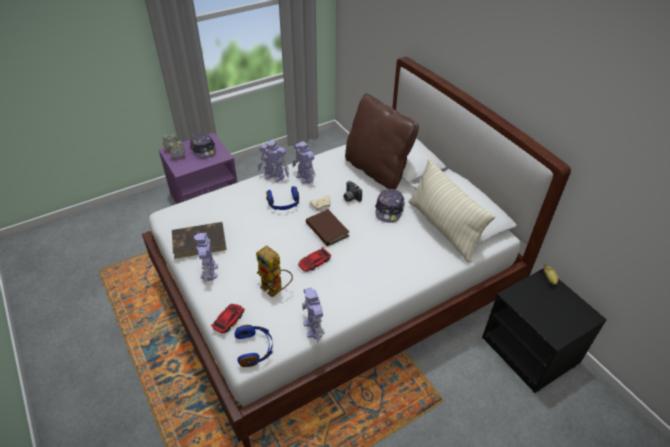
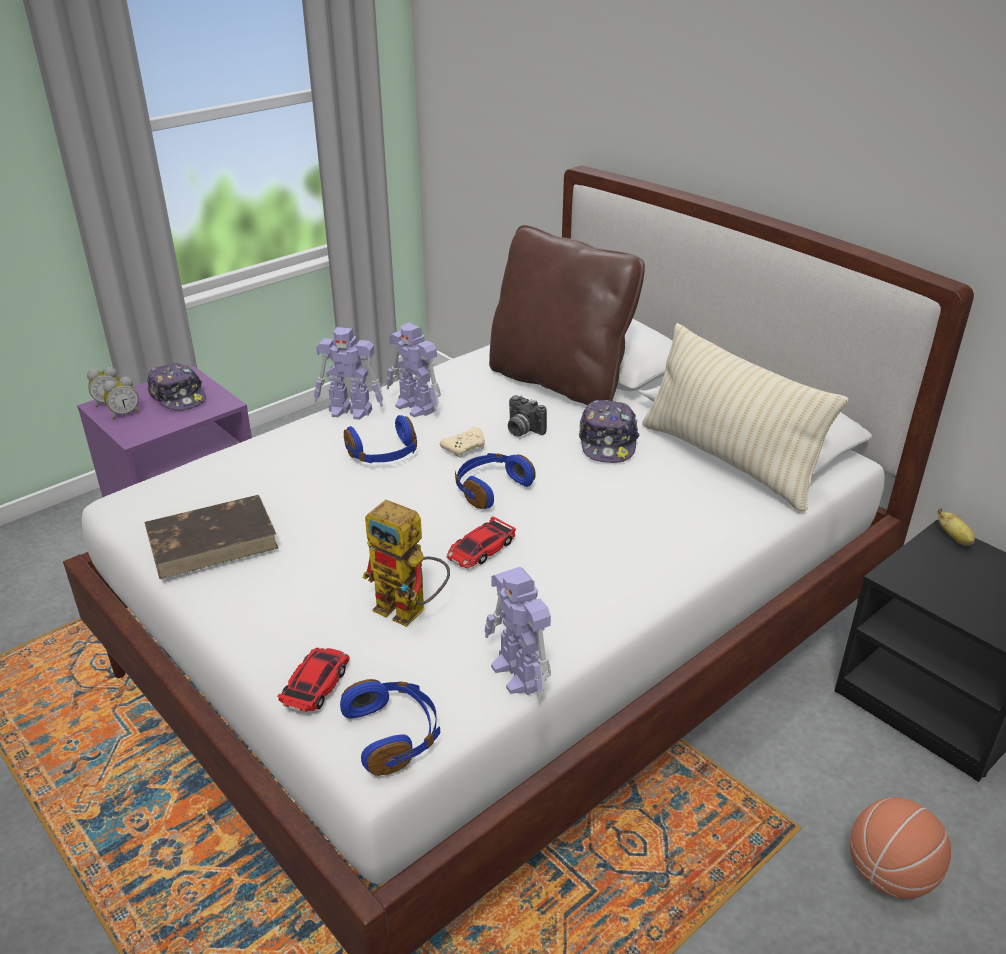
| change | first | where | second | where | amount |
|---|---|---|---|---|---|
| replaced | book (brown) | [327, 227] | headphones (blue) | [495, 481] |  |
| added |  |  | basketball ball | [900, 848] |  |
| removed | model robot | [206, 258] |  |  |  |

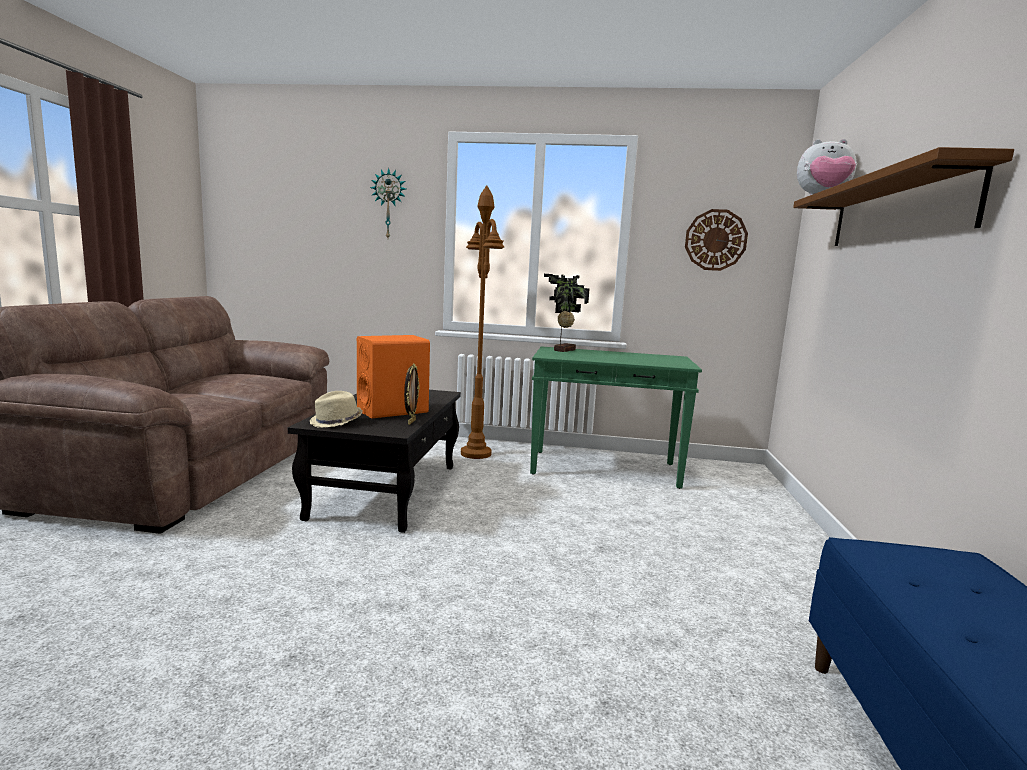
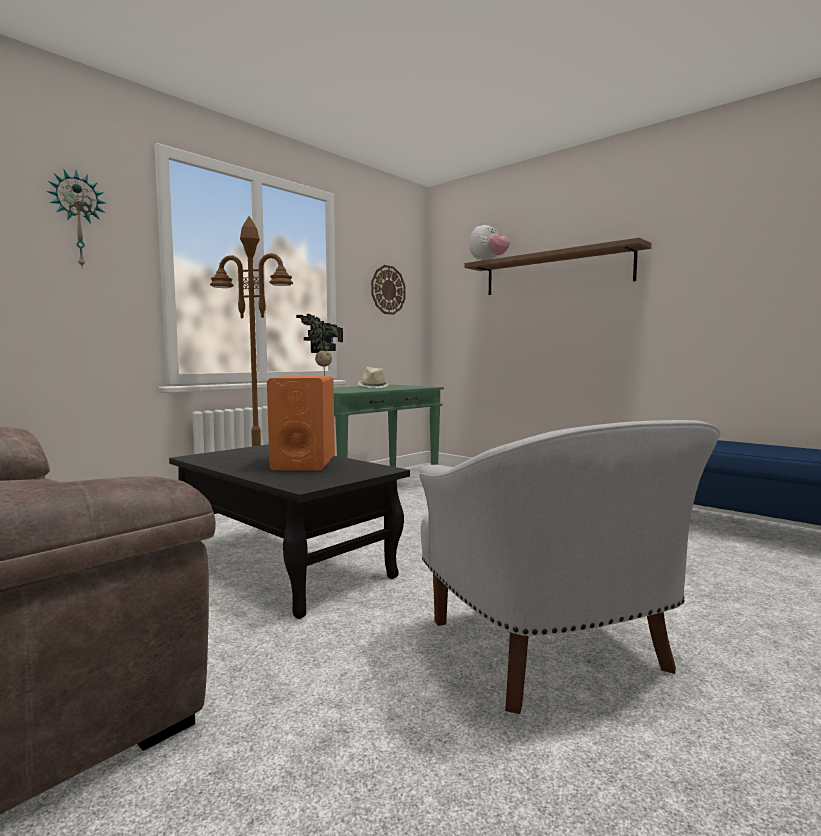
| change | first | where | second | where | amount |
|---|---|---|---|---|---|
| moved | wearable hat (beige) | [336, 409] |  | [373, 377] |  |
| added |  |  | easy chair (white-coloured) | [570, 567] |  |
| removed | standing frame | [412, 394] |  |  |  |

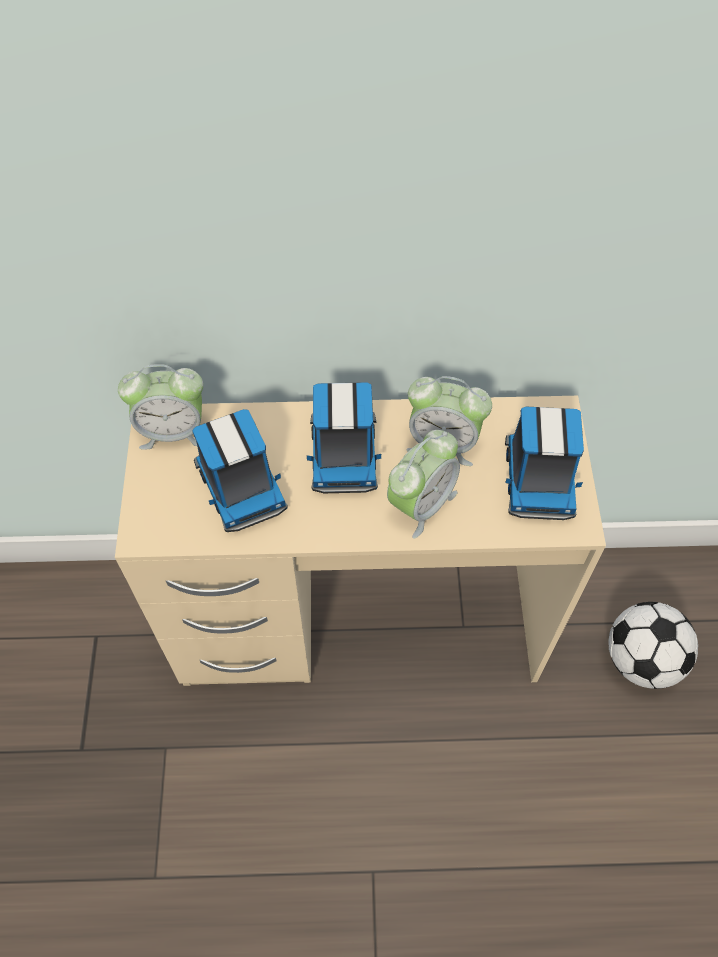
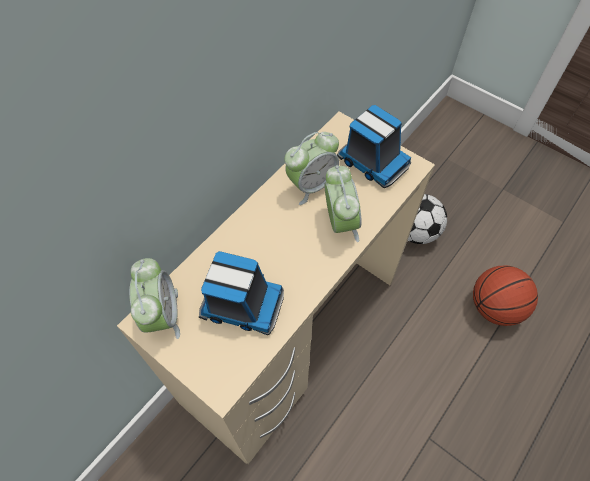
| change | first | where | second | where | amount |
|---|---|---|---|---|---|
| turned | alarm clock | [160, 407] |  | [154, 298] | 45 degrees counterclockwise |
| added |  |  | basketball ball | [505, 295] |  |
| removed | toy lorry | [344, 437] |  |  |  |

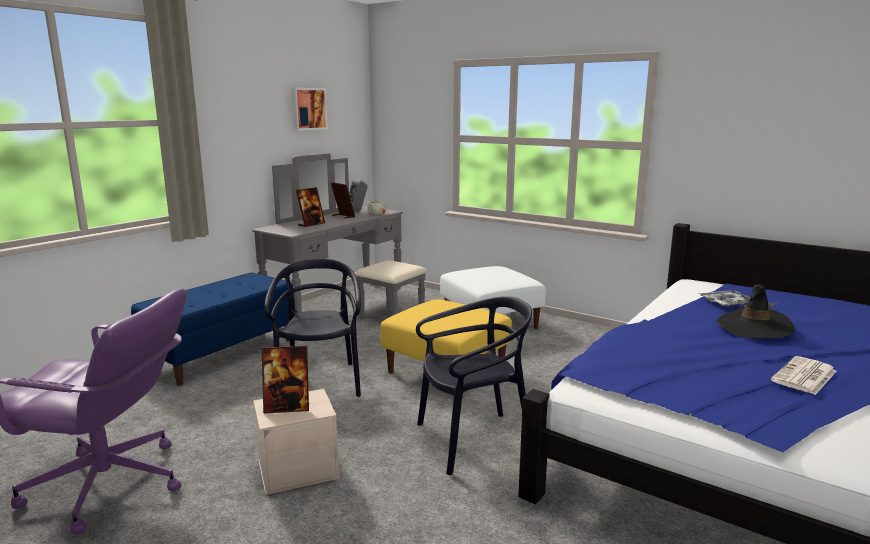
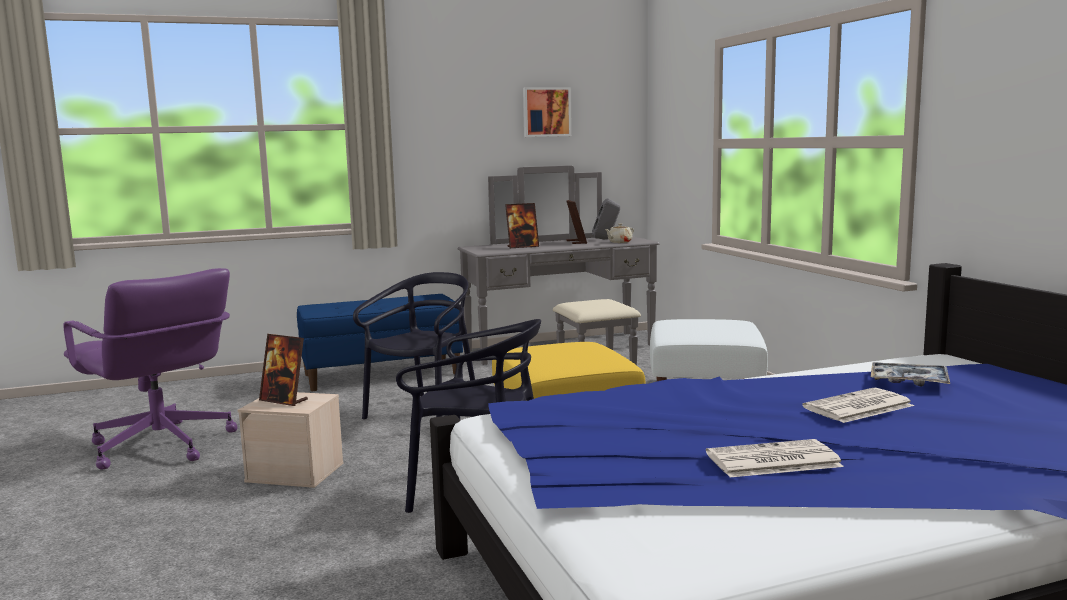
| change | first | where | second | where | amount |
|---|---|---|---|---|---|
| replaced | wearable hat (black-coloured) | [756, 311] | daily paper | [858, 405] |  |

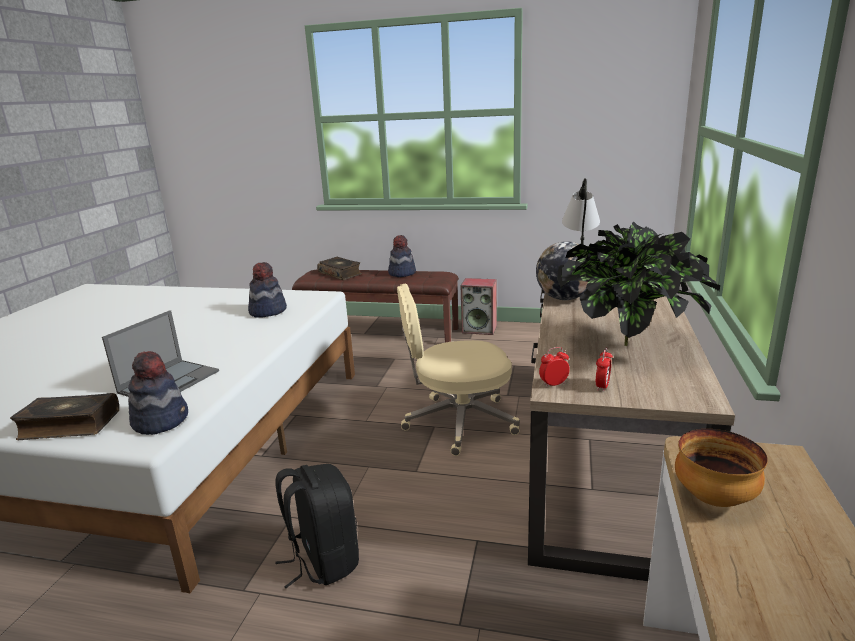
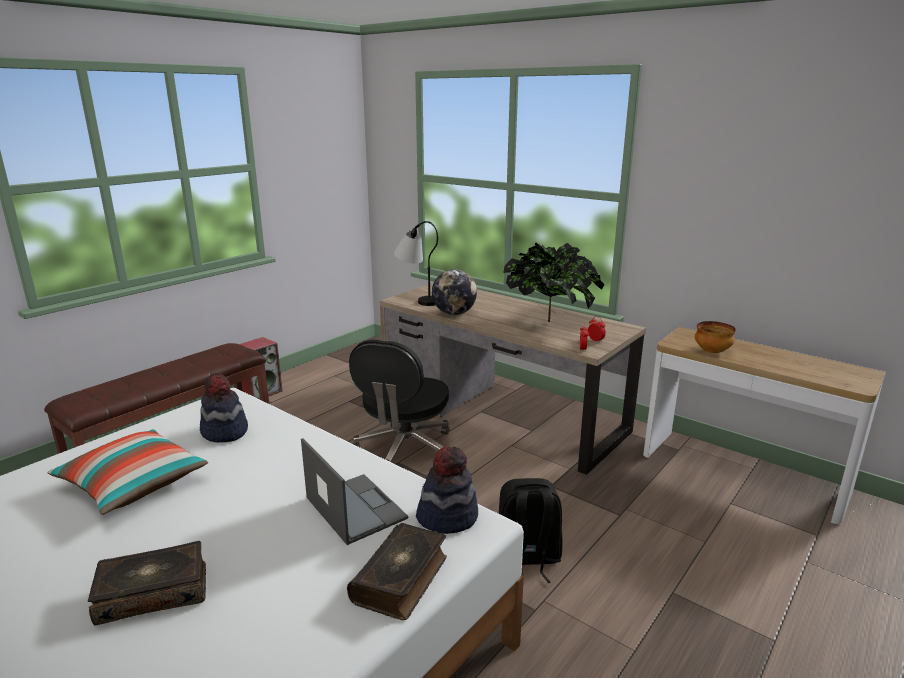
| change | first | where | second | where | amount |
|---|---|---|---|---|---|
| added |  |  | pillow | [127, 472] |  |
| moved | book | [339, 268] |  | [147, 583] |  |
| recoloured | office chair (beige) | [458, 369] | office chair (black-coloured) | [399, 401] |  |
| removed | wearable hat | [402, 256] |  |  |  |

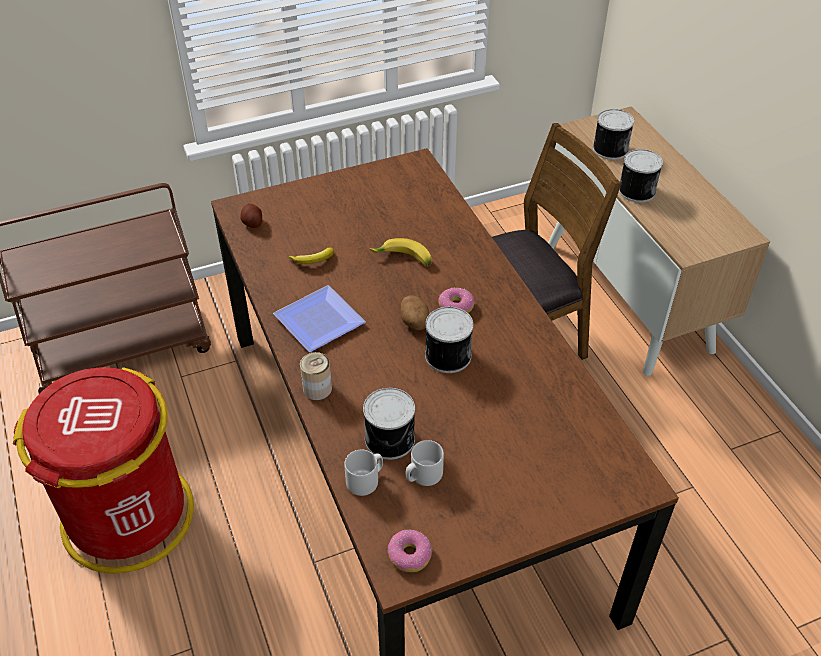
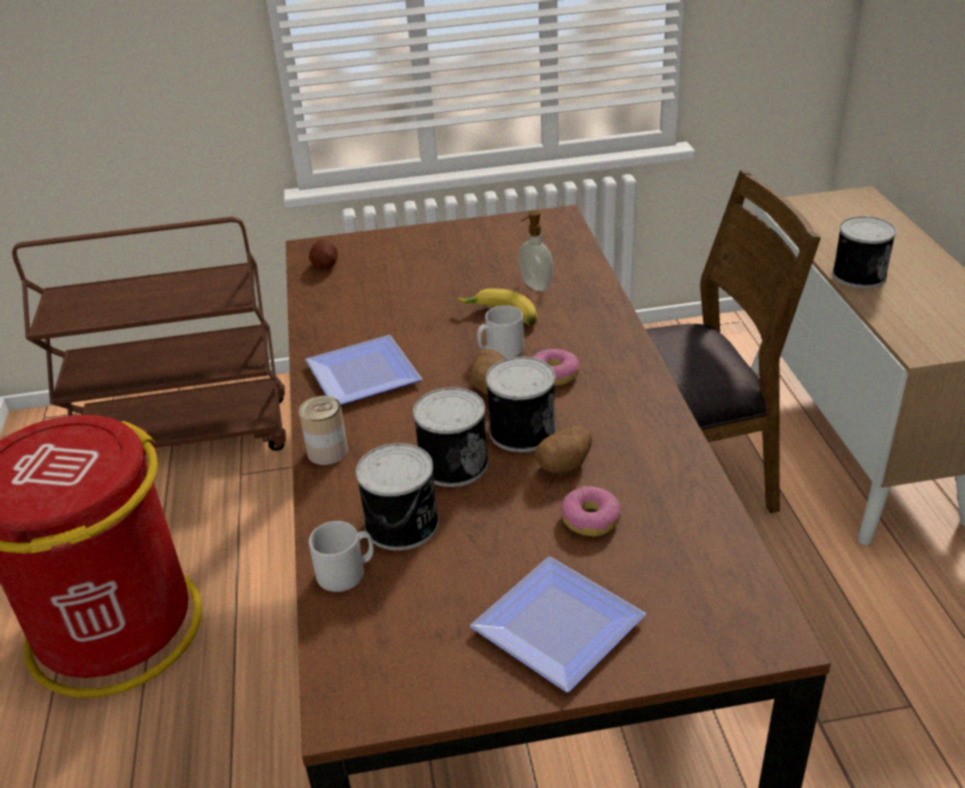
| change | first | where | second | where | amount |
|---|---|---|---|---|---|
| moved | sealed can | [613, 134] |  | [450, 437] |  |
| added |  |  | dinner plate | [558, 624] |  |
| moved | mug (gray) | [425, 463] |  | [500, 332] |  |
| added |  |  | liquid soap bottle | [536, 250] |  |
| added |  |  | spud | [563, 449] |  |
| moved | ring doughnut | [410, 551] |  | [591, 511] |  |
| removed | whole banana | [311, 255] |  |  |  |

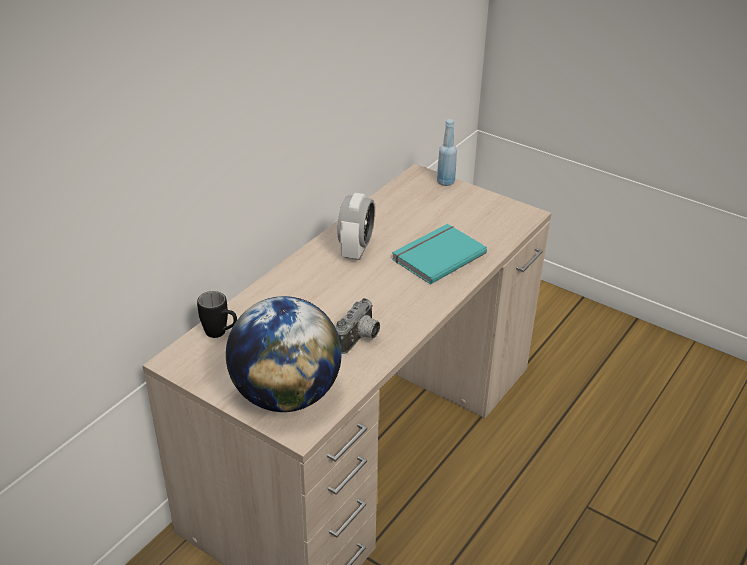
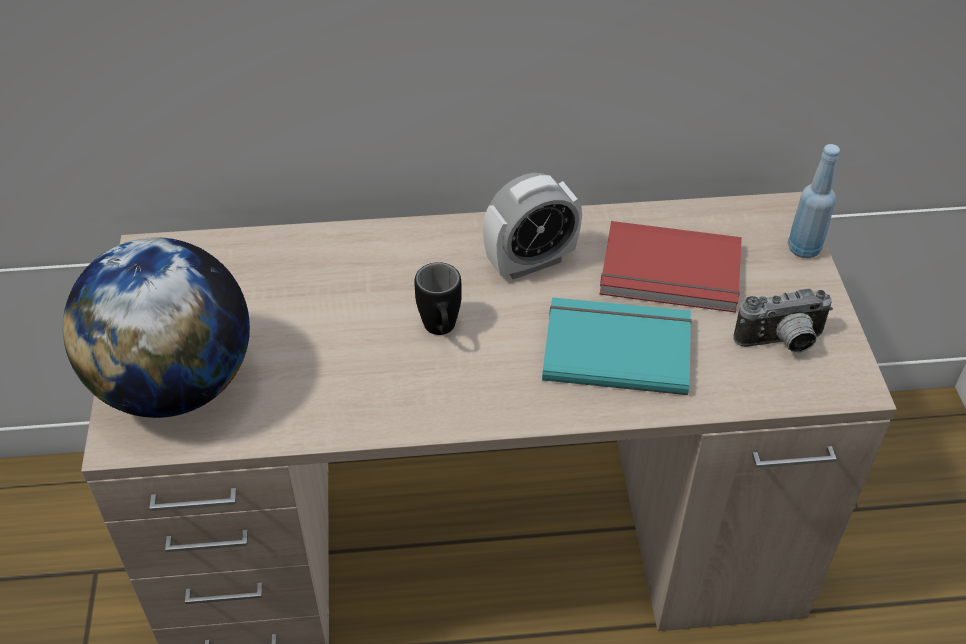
| change | first | where | second | where | amount |
|---|---|---|---|---|---|
| moved | mug (black-coloured) | [217, 314] |  | [438, 298] |  |
| added |  |  | book (red) | [671, 267] |  |
| moved | photo camera | [357, 326] |  | [783, 321] |  |

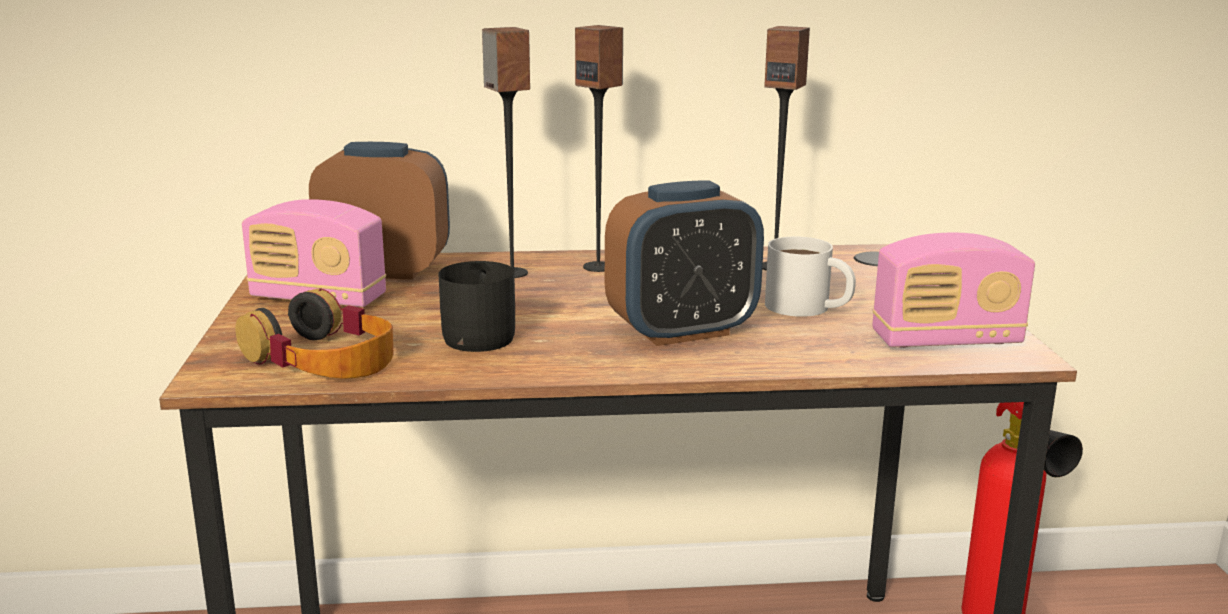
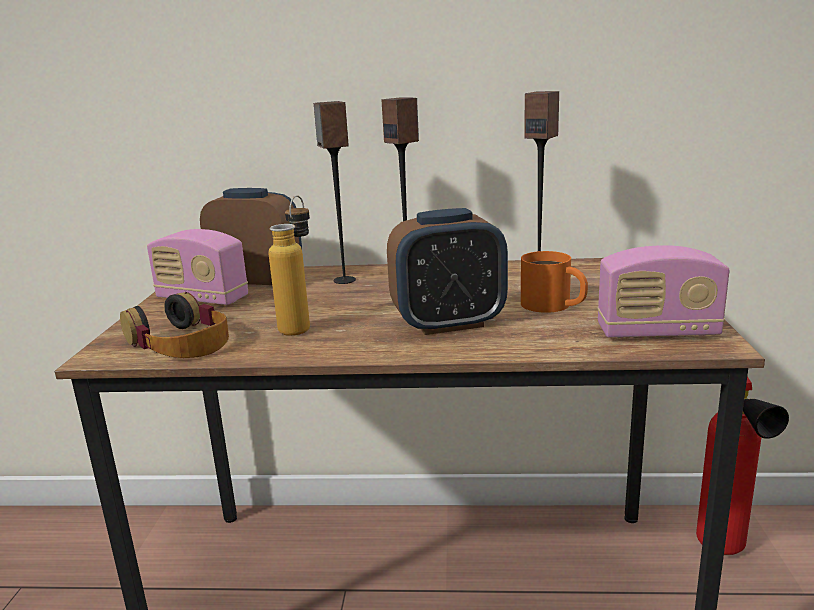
| change | first | where | second | where | amount |
|---|---|---|---|---|---|
| replaced | mug (black-coloured) | [477, 306] | beverage bottle | [289, 265] |  |
| recoloured | mug (white-coloured) | [810, 277] | mug (orange-coloured) | [554, 282] |  |

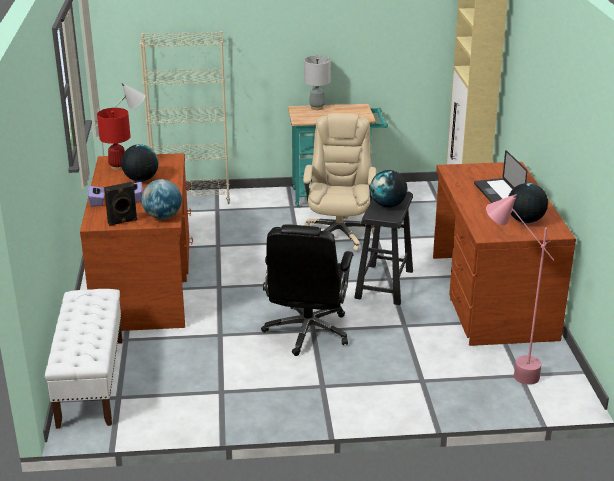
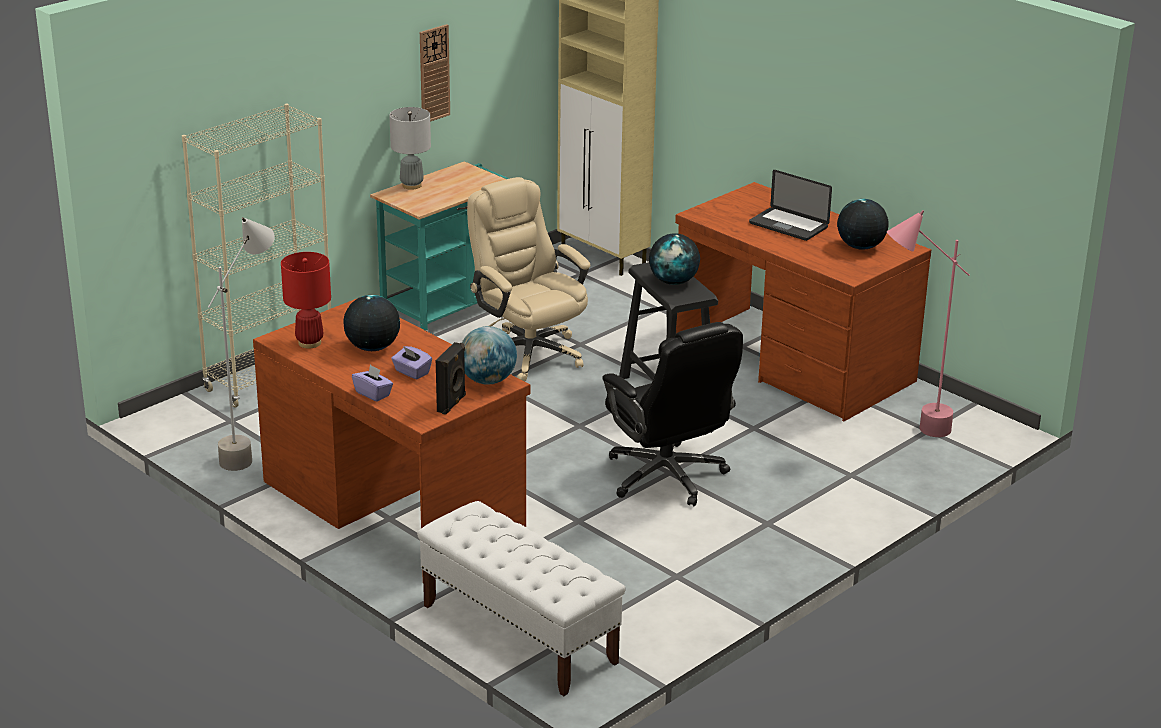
| change | first | where | second | where | amount |
|---|---|---|---|---|---|
| added |  |  | hanging clock | [435, 73] |  |

